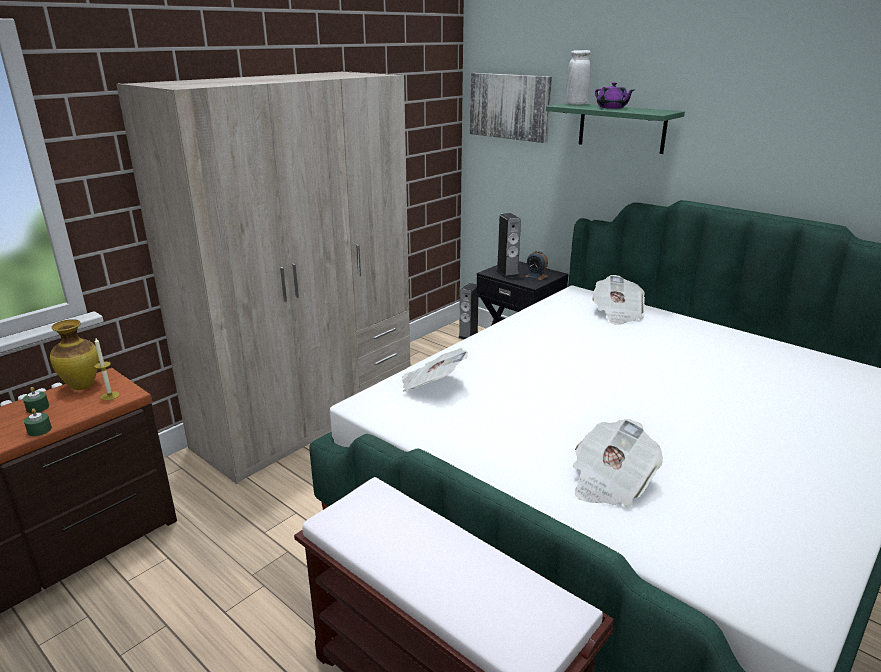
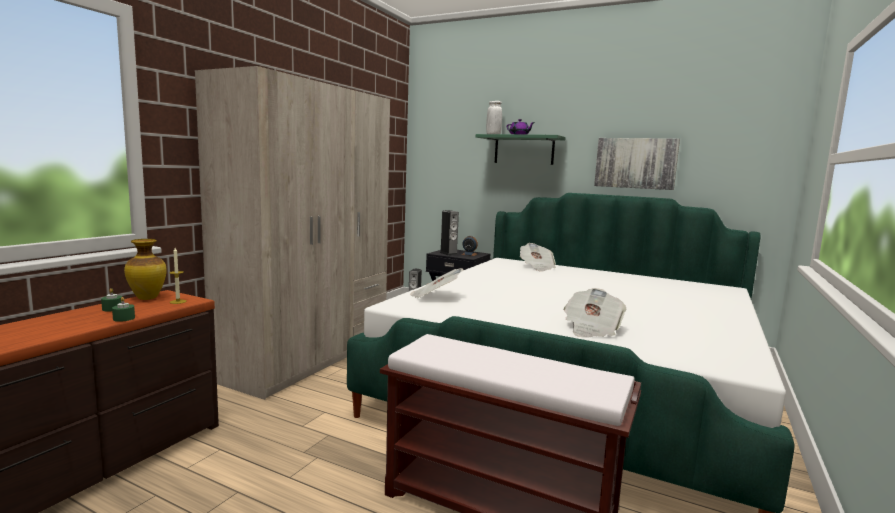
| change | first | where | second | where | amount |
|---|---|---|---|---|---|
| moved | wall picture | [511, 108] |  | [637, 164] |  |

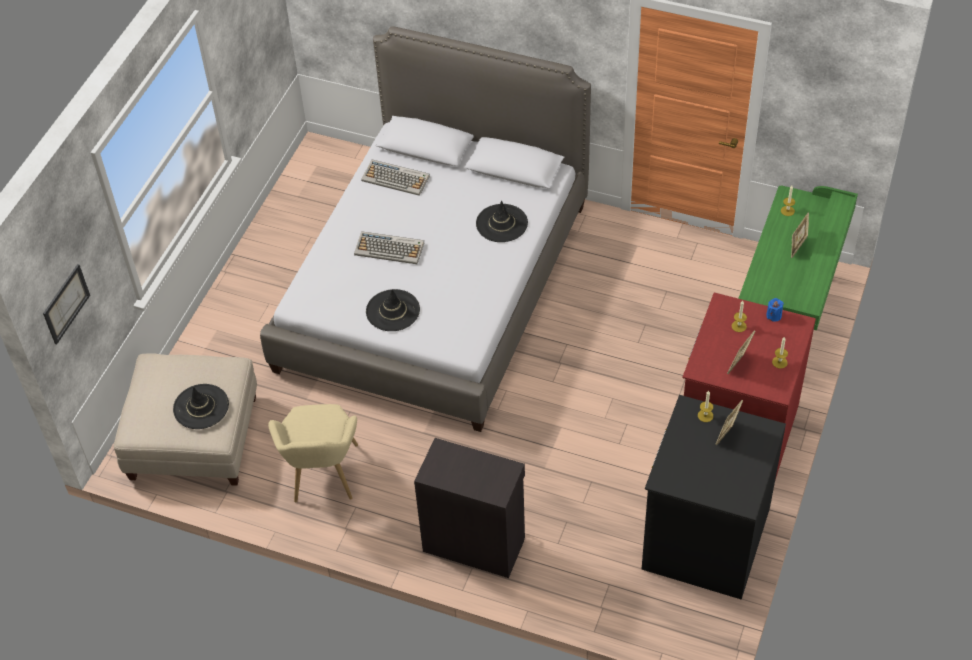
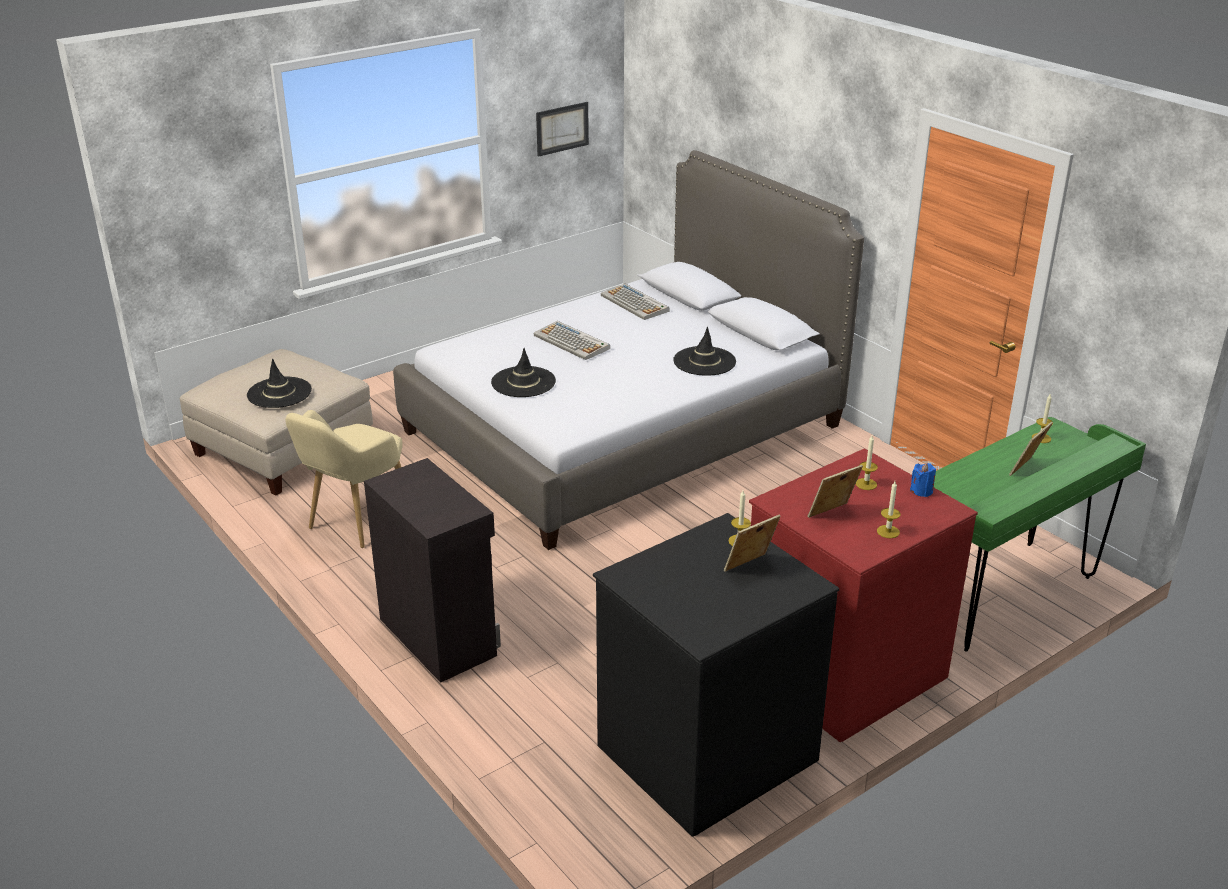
| change | first | where | second | where | amount |
|---|---|---|---|---|---|
| moved | wall picture | [66, 304] |  | [562, 129] |  |

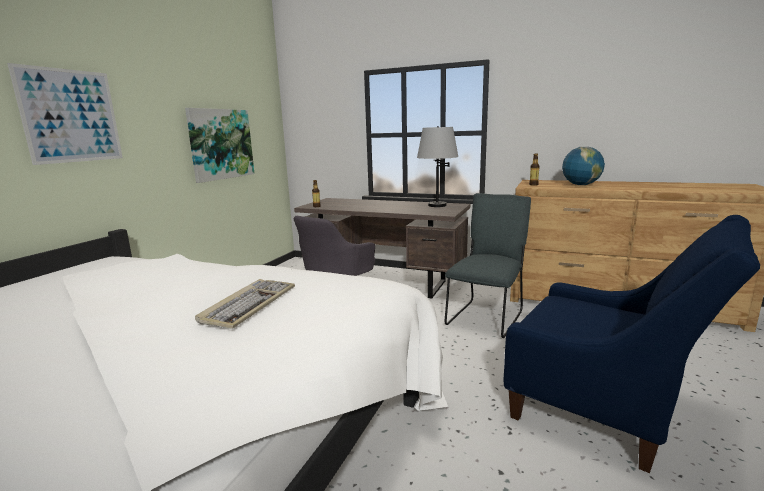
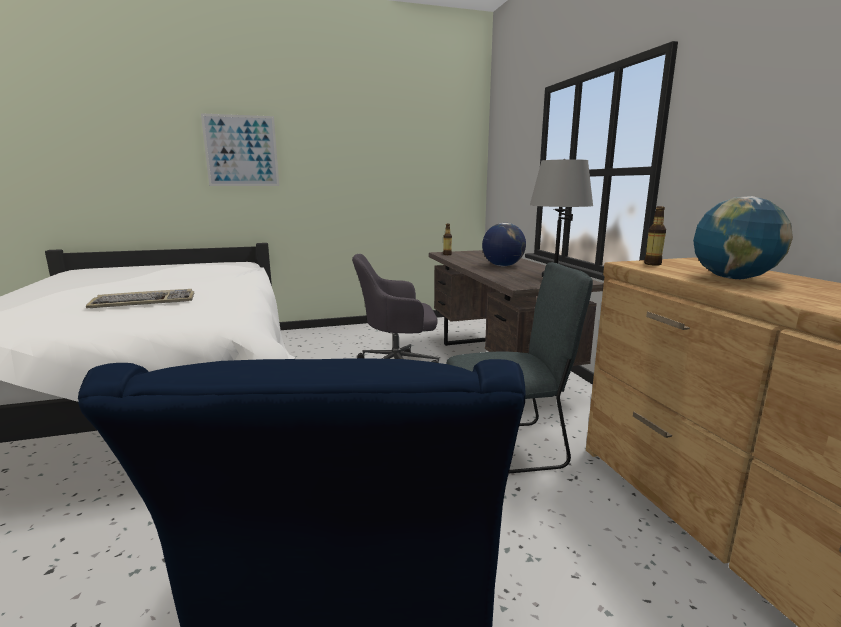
| change | first | where | second | where | amount |
|---|---|---|---|---|---|
| added |  |  | globe | [504, 244] |  |
| removed | wall picture | [220, 145] |  |  |  |

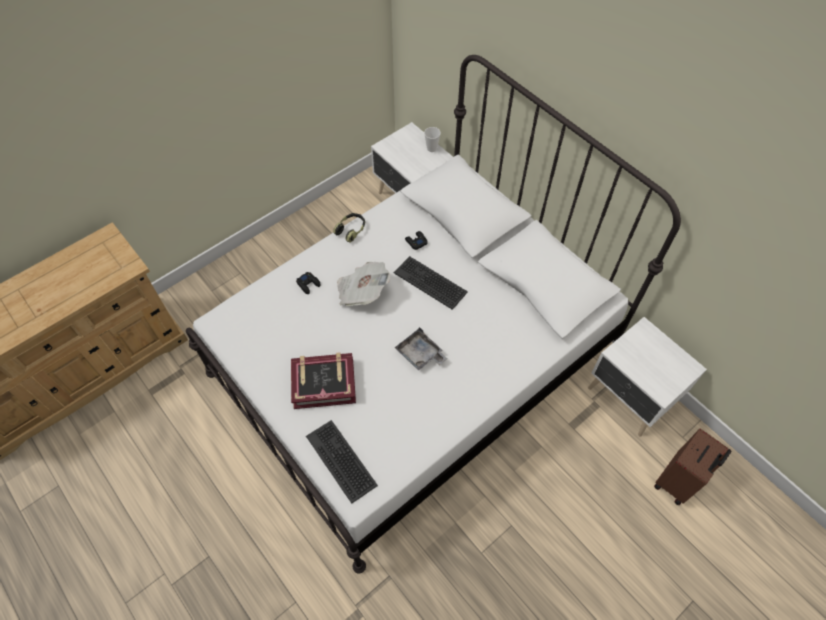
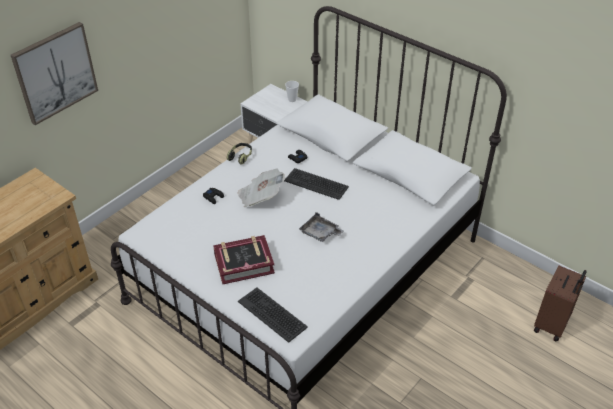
| change | first | where | second | where | amount |
|---|---|---|---|---|---|
| added |  |  | wall picture | [54, 73] |  |
| removed | night table (white-coloured) | [647, 376] |  |  |  |

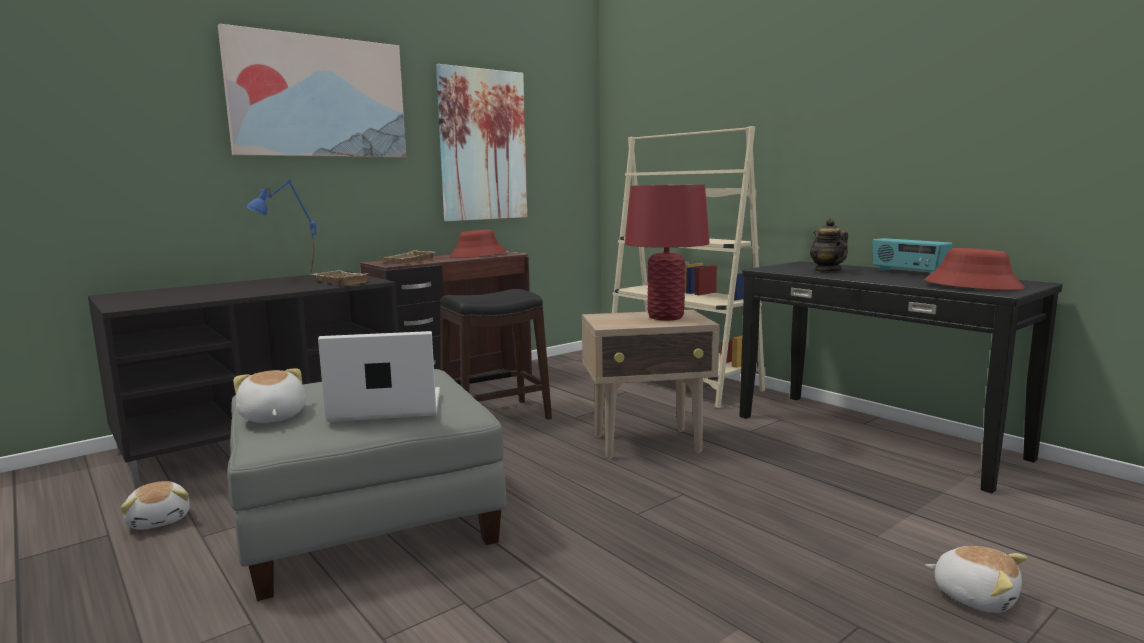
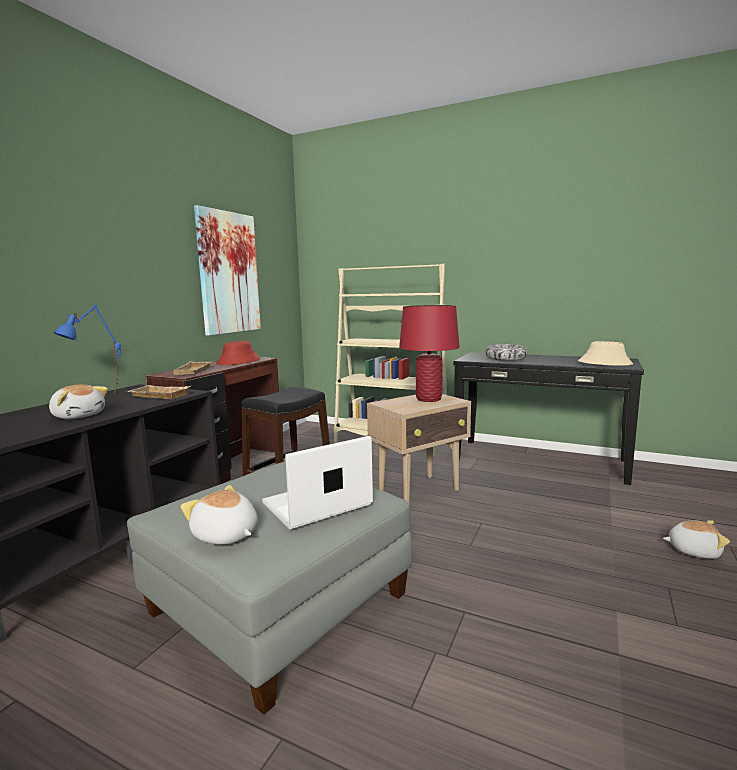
| change | first | where | second | where | amount |
|---|---|---|---|---|---|
| moved | soft toy | [155, 505] |  | [78, 401] |  |
| replaced | tea pot | [829, 245] | serving bowl | [506, 352] |  |
| recoloured | wearable hat (red) | [974, 269] | wearable hat (beige) | [605, 353] |  |
| removed | wall picture | [312, 90] |  |  |  |
| removed | radio set | [912, 256] |  |  |  |

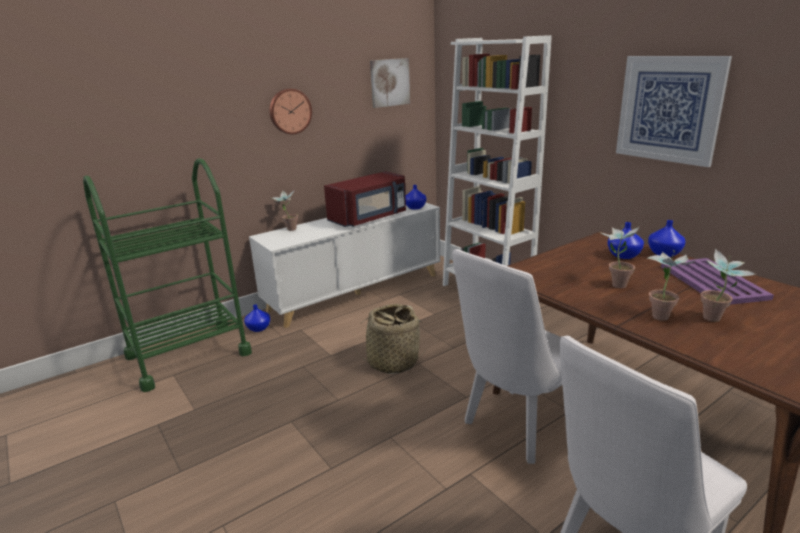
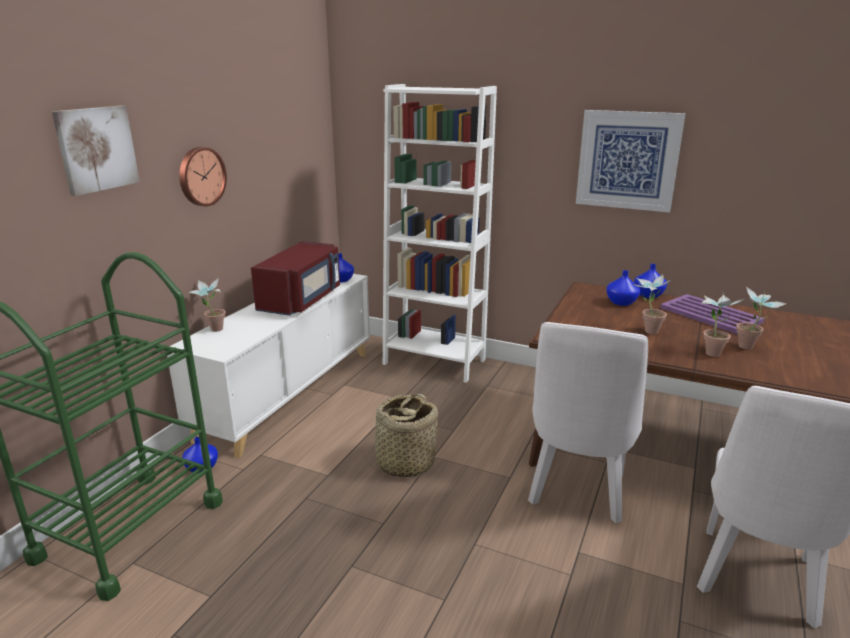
| change | first | where | second | where | amount |
|---|---|---|---|---|---|
| moved | wall picture | [390, 83] |  | [96, 150] |  |

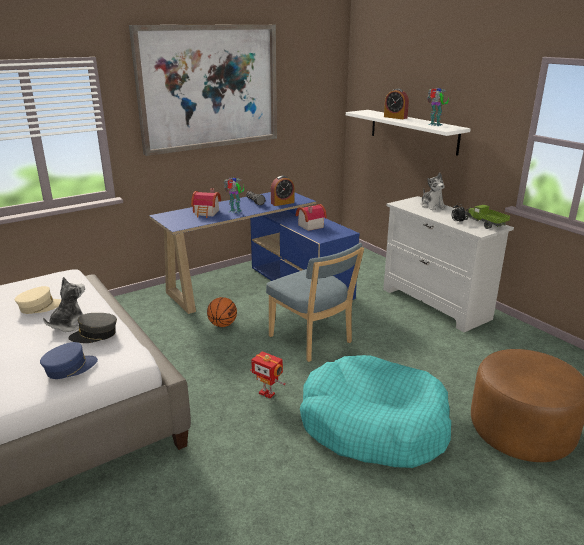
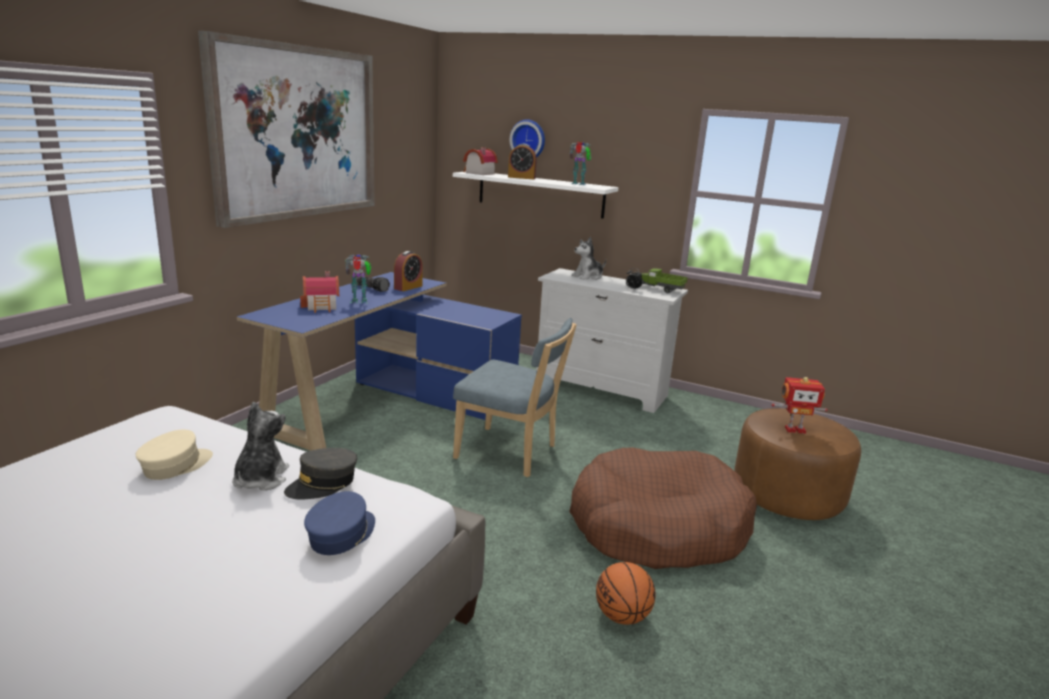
| change | first | where | second | where | amount |
|---|---|---|---|---|---|
| moved | toy house | [311, 217] |  | [480, 161] |  |
| added |  |  | hanging clock | [527, 138] |  |
| recoloured | dog bed (turquoise-coloured) | [375, 411] | dog bed (brown) | [663, 508] |  |
| turned | soft toy | [433, 192] |  | [589, 258] | 105 degrees clockwise |
| moved | basketball ball | [222, 312] |  | [626, 593] |  |
| moved | model robot | [268, 375] |  | [799, 405] |  |

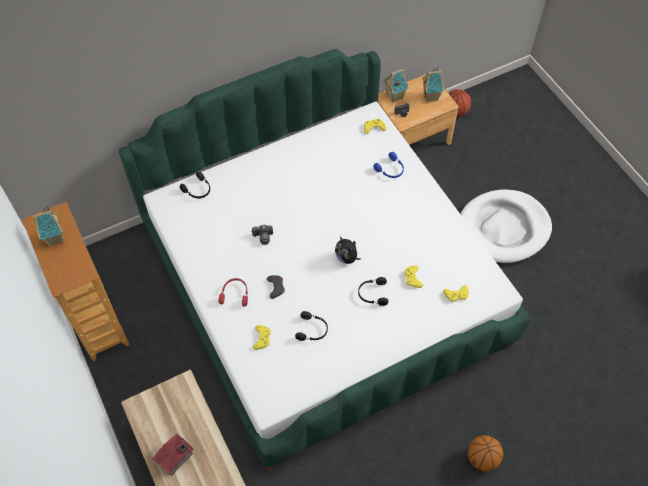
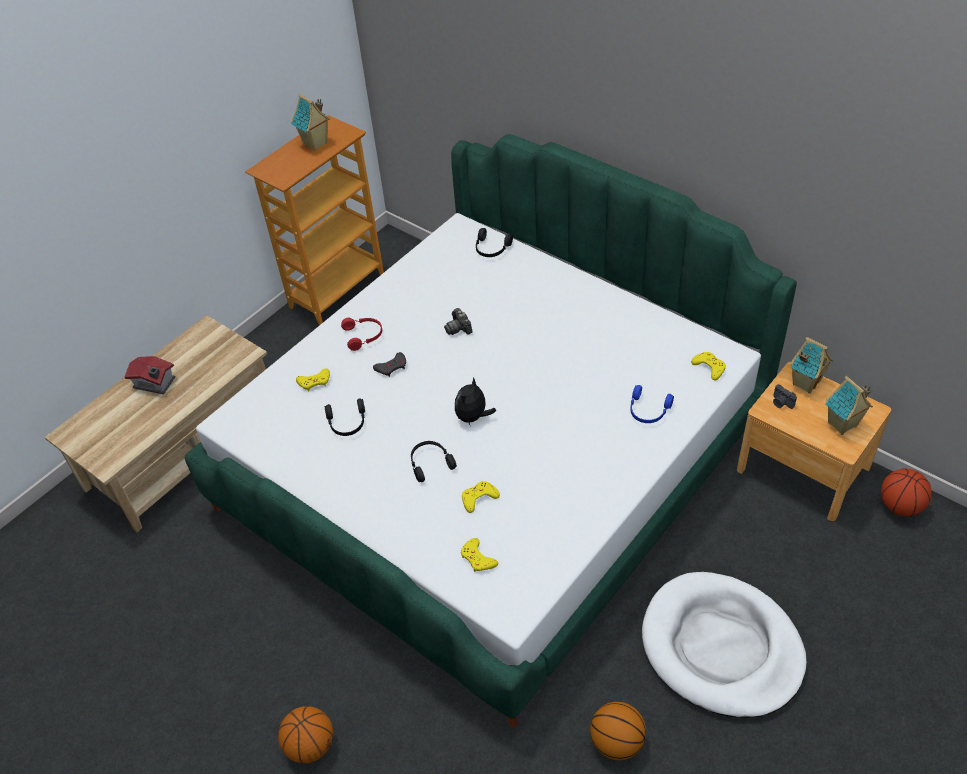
| change | first | where | second | where | amount |
|---|---|---|---|---|---|
| added |  |  | basketball ball | [618, 731] |  |

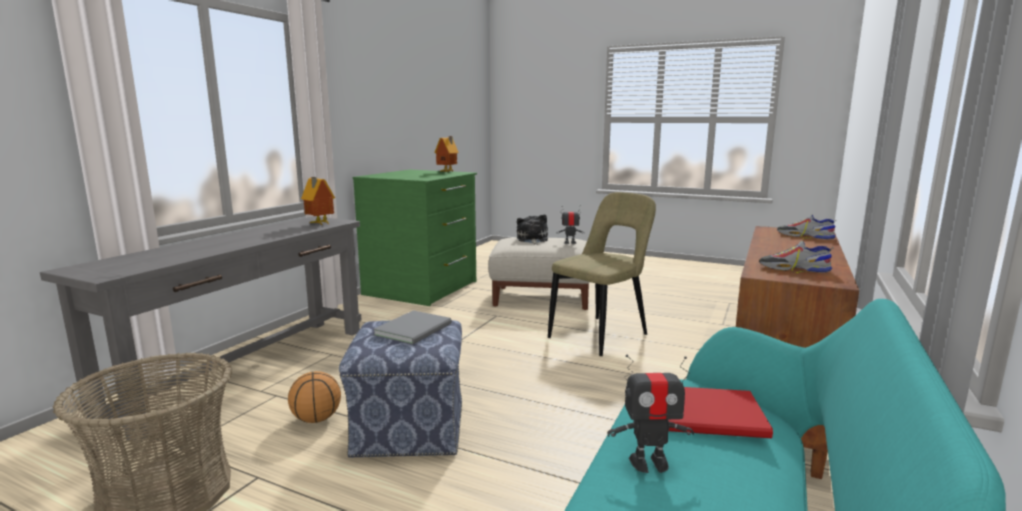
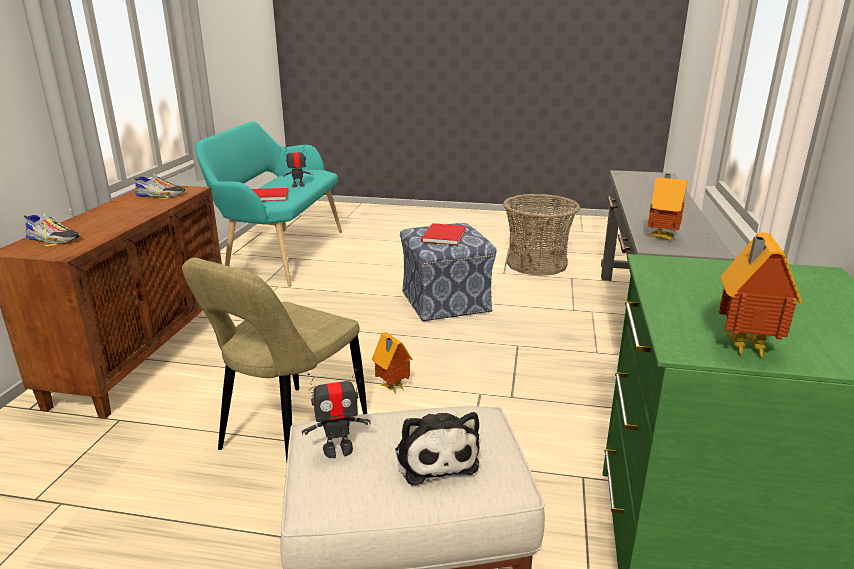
| change | first | where | second | where | amount |
|---|---|---|---|---|---|
| added |  |  | toy house | [392, 362] |  |
| recoloured | book (gray) | [412, 327] | book (red) | [443, 234] |  |
| removed | basketball ball | [314, 397] |  |  |  |

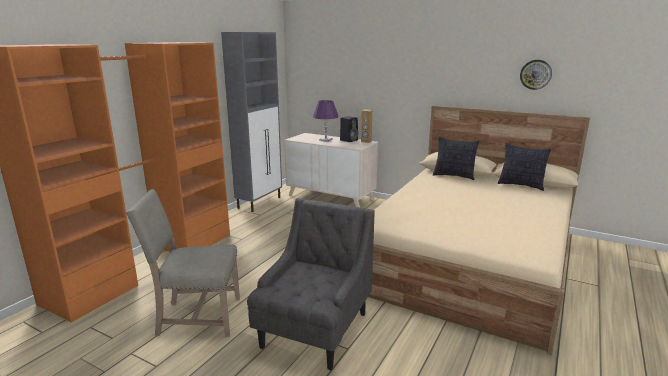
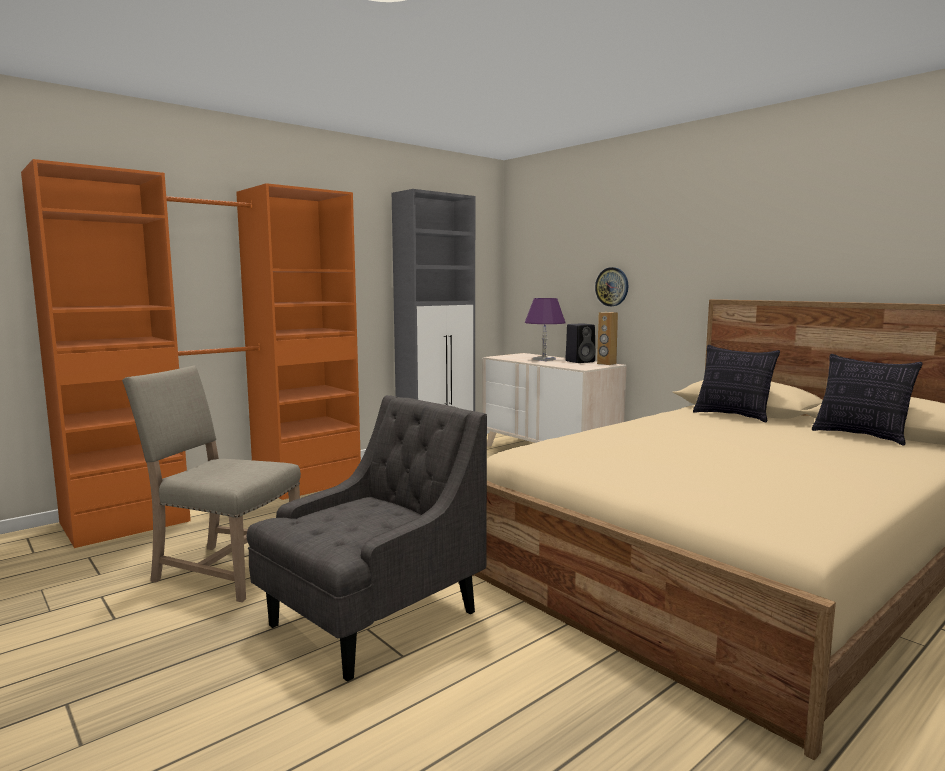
| change | first | where | second | where | amount |
|---|---|---|---|---|---|
| moved | hanging clock | [536, 75] |  | [611, 286] |  |

